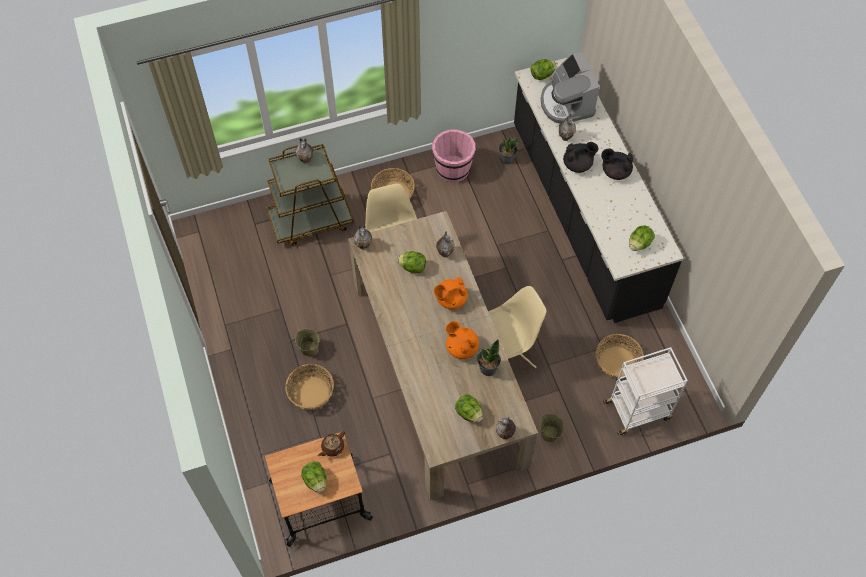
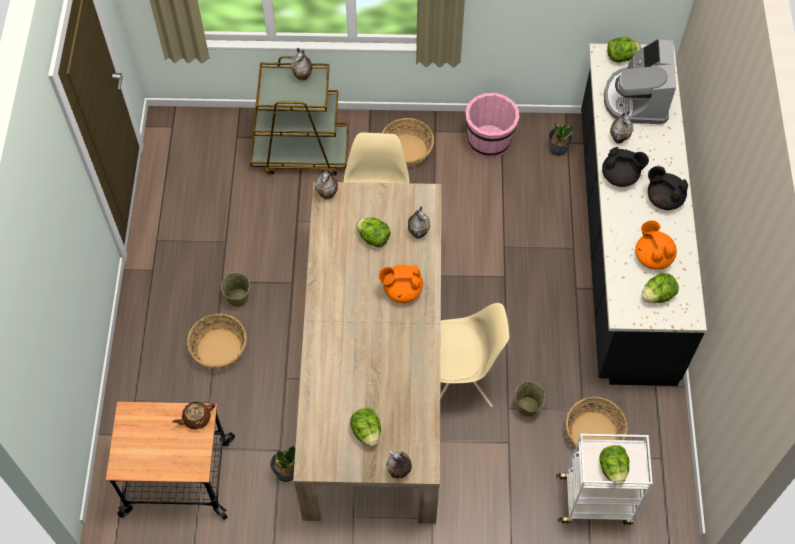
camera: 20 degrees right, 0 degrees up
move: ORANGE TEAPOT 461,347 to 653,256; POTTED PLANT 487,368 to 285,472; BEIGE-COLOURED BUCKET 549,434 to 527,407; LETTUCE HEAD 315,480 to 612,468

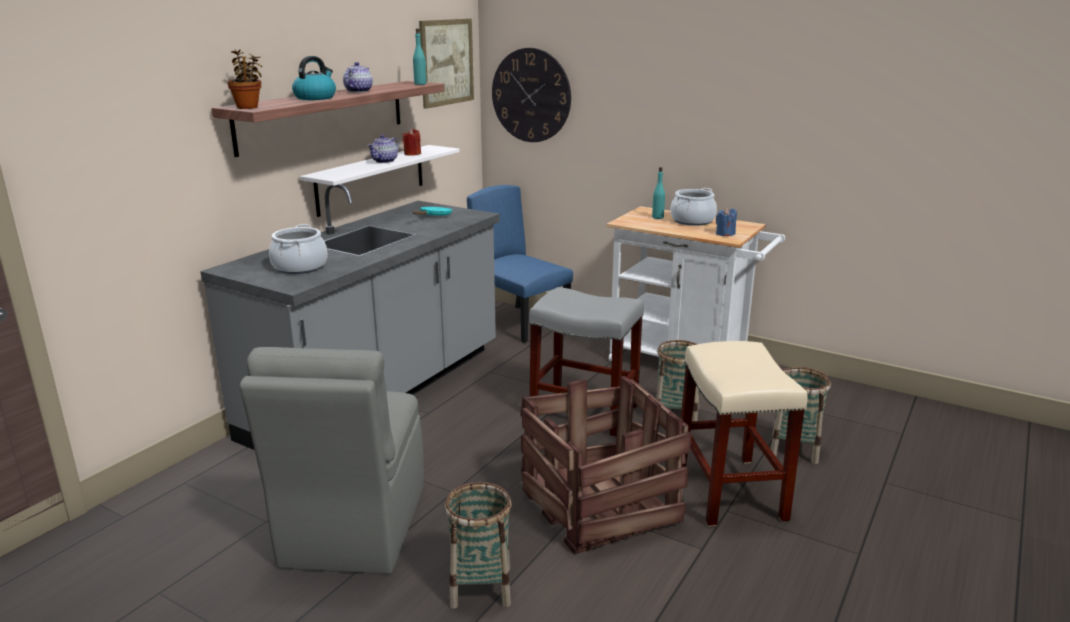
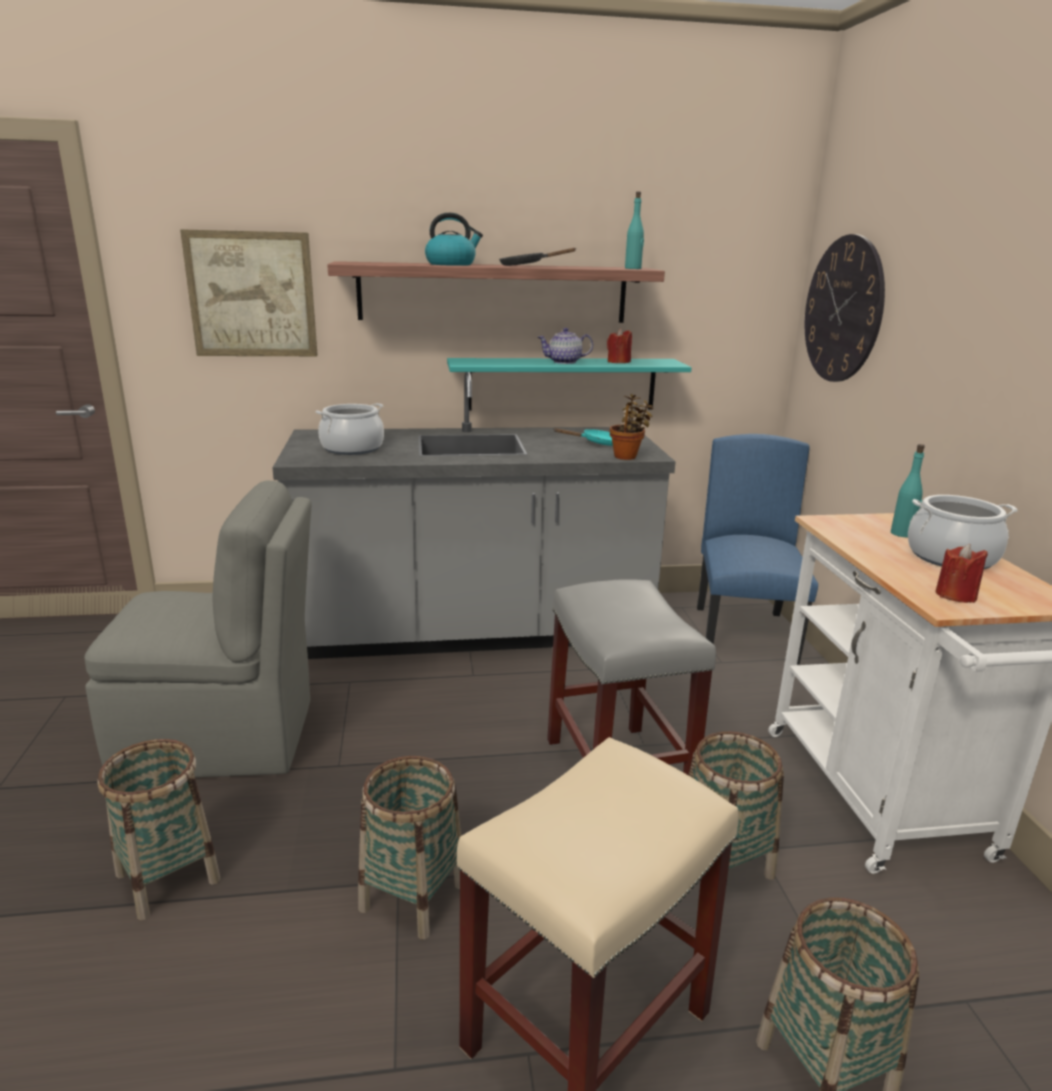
camera: 50 degrees right, 0 degrees up
move: PICTURE 446,62 to 252,295; POTTED PLANT 248,107 to 627,456
replace: TEAPOT 358,91 to BLACK-COLOURED PAN 526,266; PACKING CRATE 600,505 to STORAGE BASKET 413,897
recolor: WHITE-COLOURED BRACKET SHELF 371,179 to TURQUOISE-COLOURED BRACKET SHELF 562,384; BLUISH WAX LIGHT 725,234 to REDDISH WAX LIGHT 955,595
rotate: GREY CHAIR 353,528 = 223,738 150 degrees counterclockwise

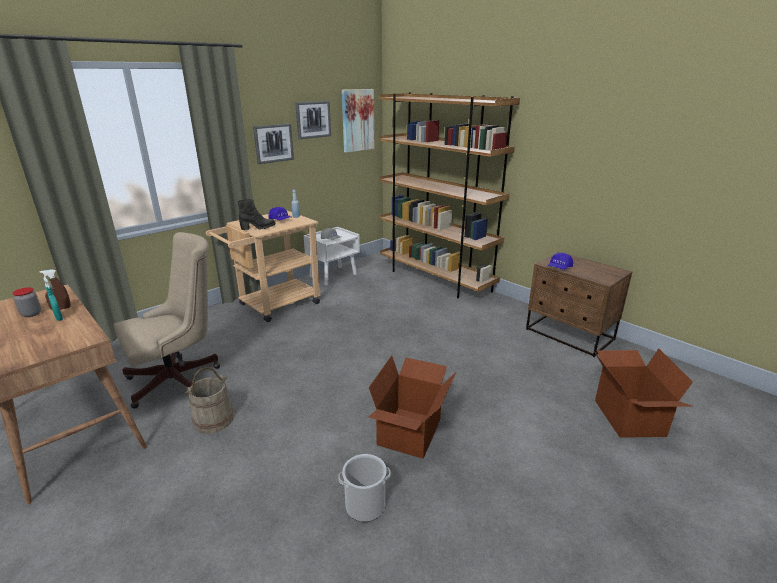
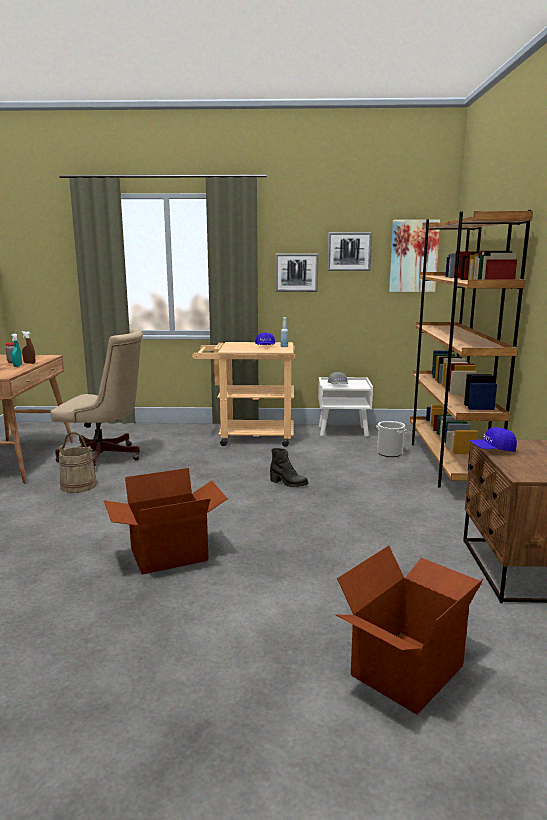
camera: 45 degrees right, 10 degrees down
move: BLACK-COLOURED BOOT 258,228 to 288,483; BUCKET 365,505 to 389,453

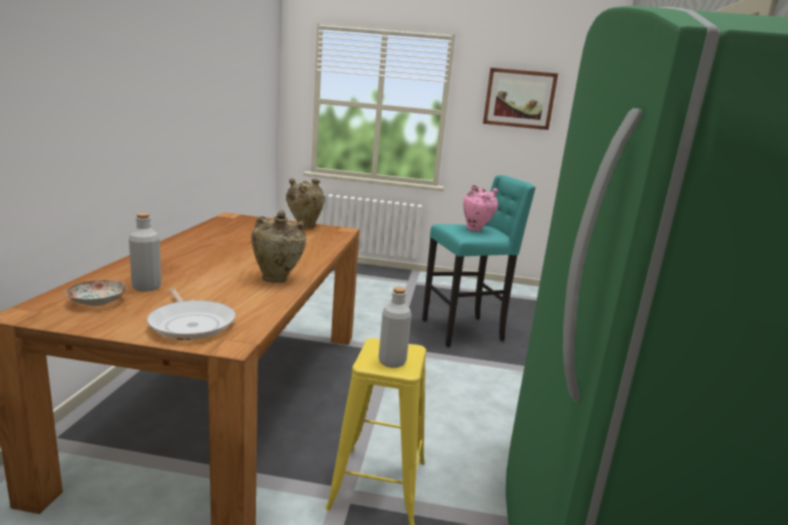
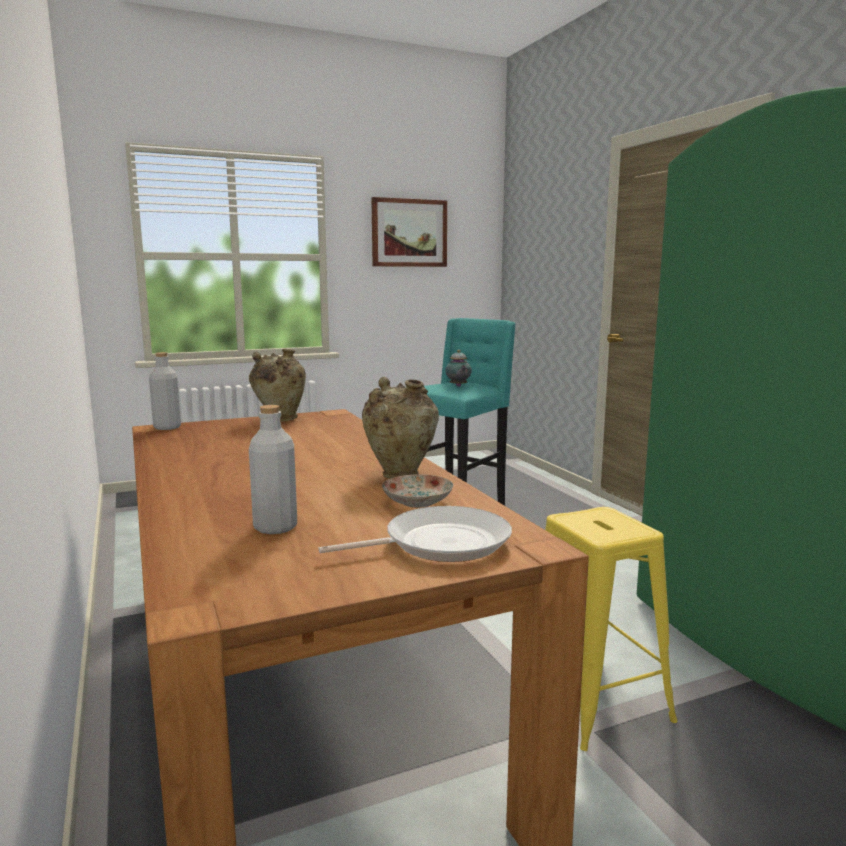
camera: 30 degrees left, 5 degrees down
move: DINNER PLATE 98,301 to 417,502; GREY DRINK BOTTLE 392,362 to 167,427
replace: PINKISH VASE 476,230 to TEAPOT 458,386
rotate: PAN 191,323 = 440,543 45 degrees counterclockwise

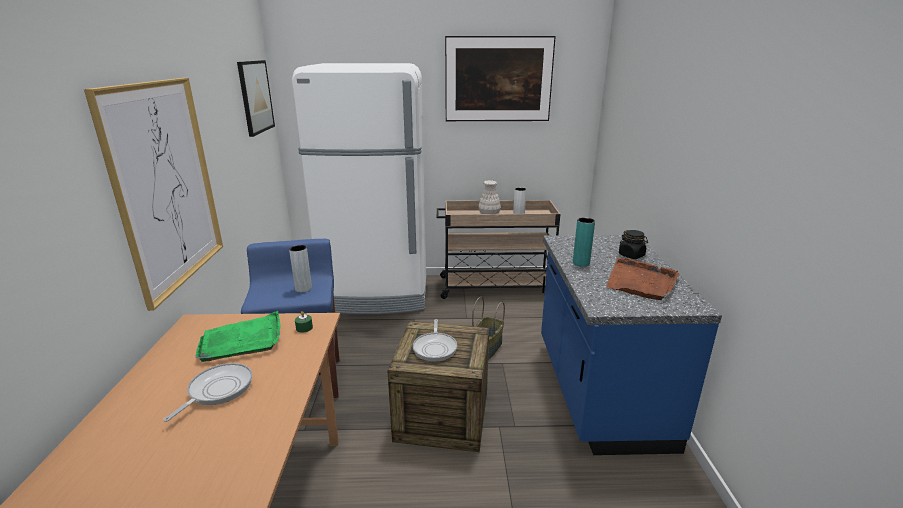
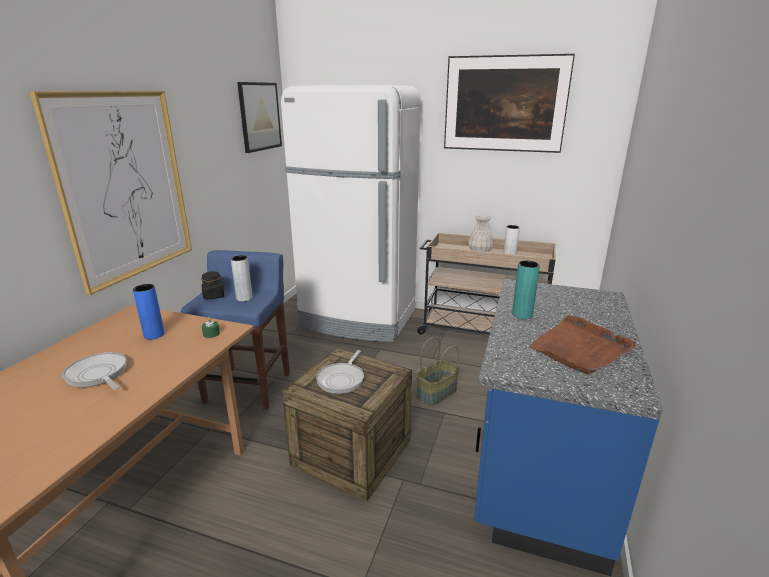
camera: 20 degrees right, 0 degrees up
move: BLACK-COLOURED STORAGE JAR 631,255 to 214,296
replace: GREEN CARRYING TRAY 242,340 to BLUISH VASE 154,335
rotate: PAN 217,390 = 98,375 90 degrees counterclockwise

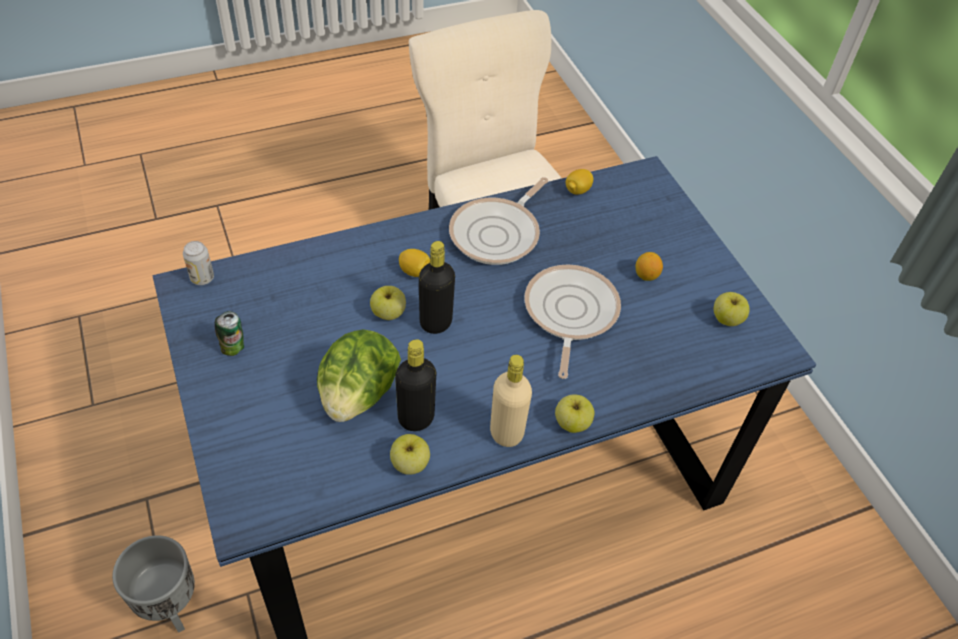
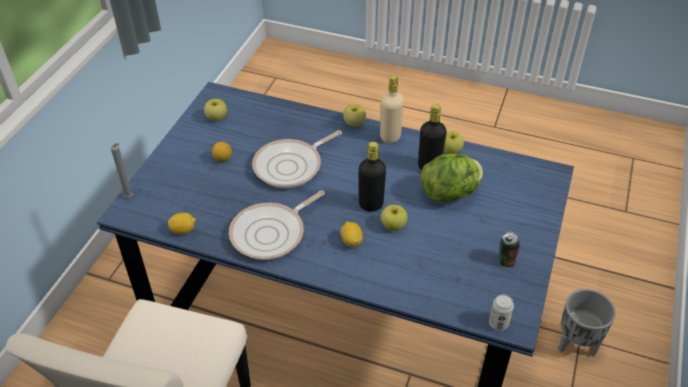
camera: 135 degrees left, 5 degrees down
insert: GREY WAX LIGHT 130,198
rotate: PAN 498,233 = 271,233 150 degrees clockwise

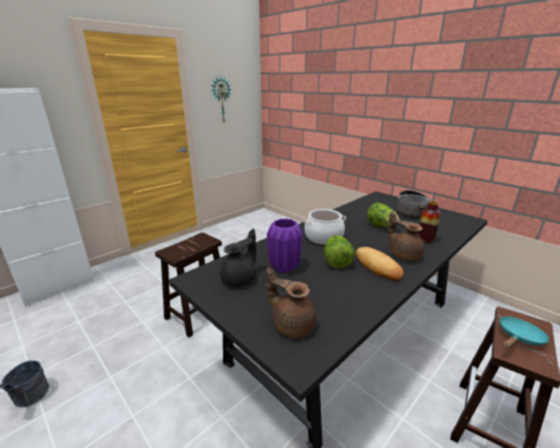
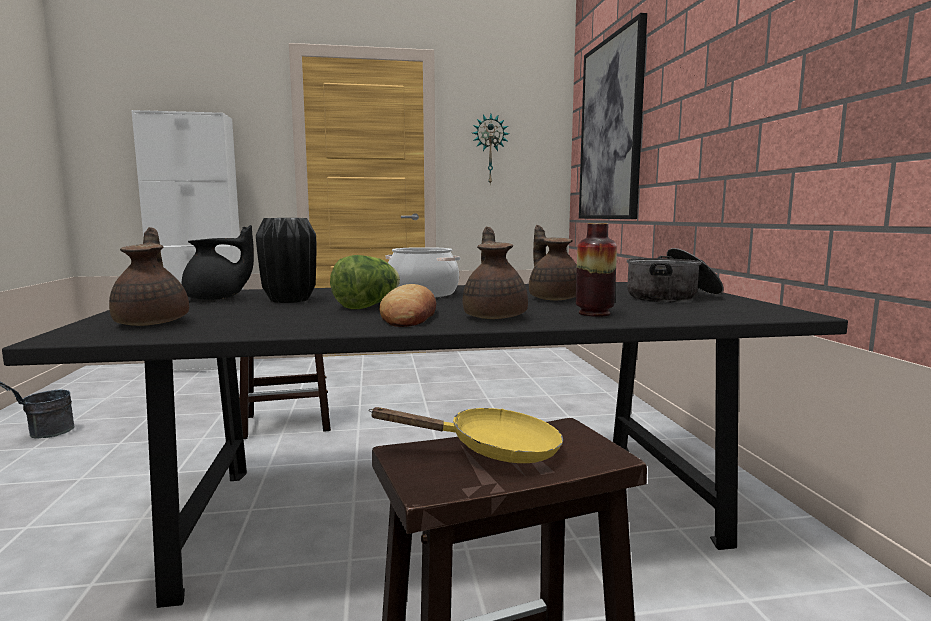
camera: 35 degrees right, 15 degrees down
insert: PICTURE 611,130
replace: LETTUCE HEAD 381,226 to BROWNISH TEAPOT 554,298
recolor: PURPLE-COLOURED VASE 284,267 to BLACK-COLOURED VASE 290,300; TURQUOISE-COLOURED PAN 518,338 to YELLOW-COLOURED PAN 493,450

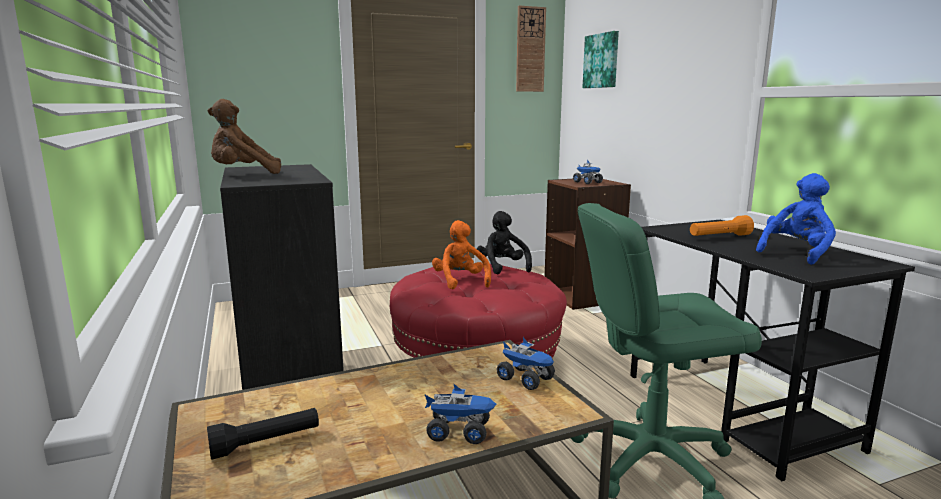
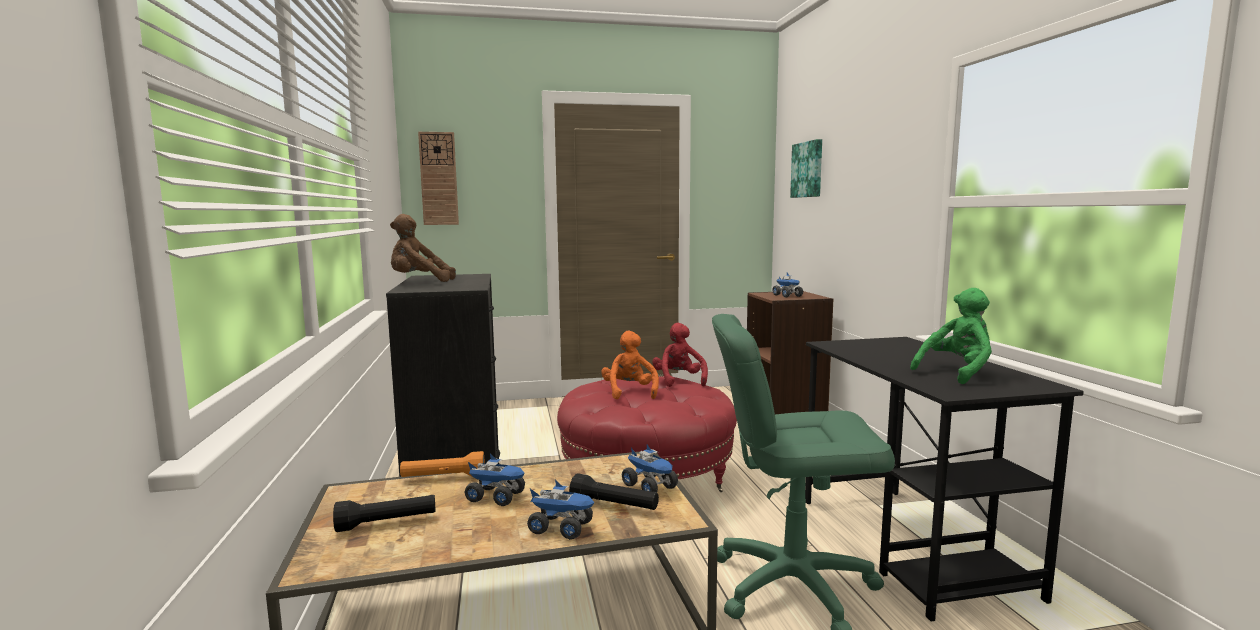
camera: 10 degrees right, 5 degrees down
insert: MODEL TRUCK 497,497; BLACK-COLOURED FLASHLIGHT 614,506
move: WALL CLOCK 530,49 to 439,179; ORANGE FLASHLIGHT 719,237 to 443,477
recolor: BLUISH CUDDLY TOY 796,253 to GREEN CUDDLY TOY 957,372; BLACK-COLOURED CUDDLY TOY 502,267 to REDDISH CUDDLY TOY 679,380

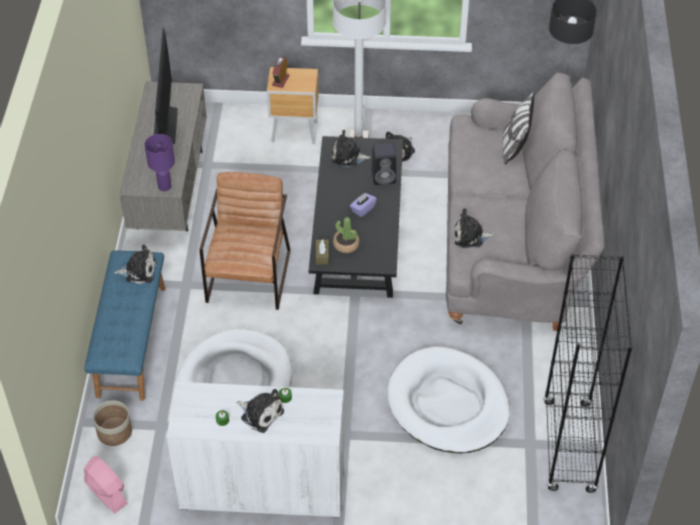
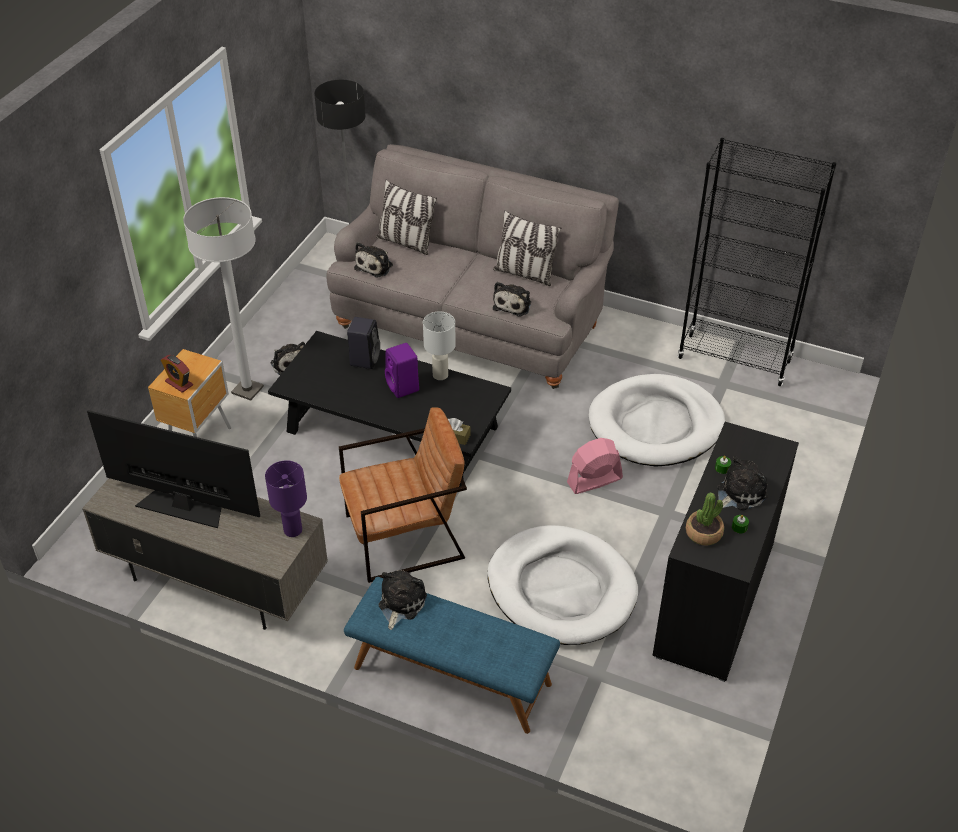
camera: 70 degrees left, 5 degrees down
delete: PLANT POT 115,432
insert: PILLOW 525,274; WHITE-COLOURED LAMP FOR A TABLE 440,375
move: CUDDLY TOY 348,157 to 375,266; POTTED PLANT 346,245 to 703,533; PINKISH COOLING FAN 106,493 to 594,480
replace: PURPLE-COLOURED TISSUE BOX 363,209 to PURPLE-COLOURED AUDIO SPEAKER 403,387
recolor: WHITE-COLOURED CABINET 262,486 to BLACK-COLOURED CABINET 714,598
rotate: BROWNISH LOUNGE CHAIR 249,276 = 404,537 135 degrees clockwise

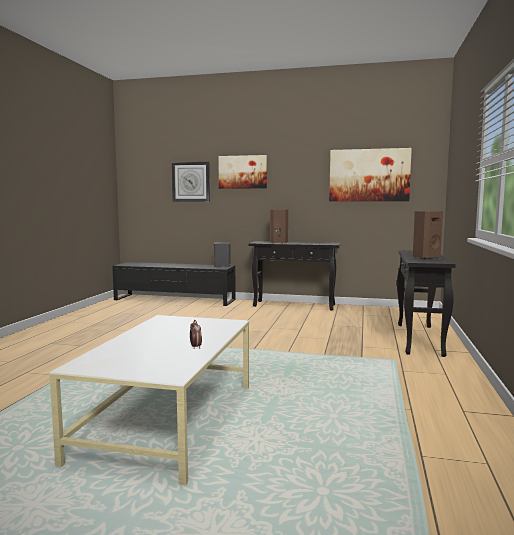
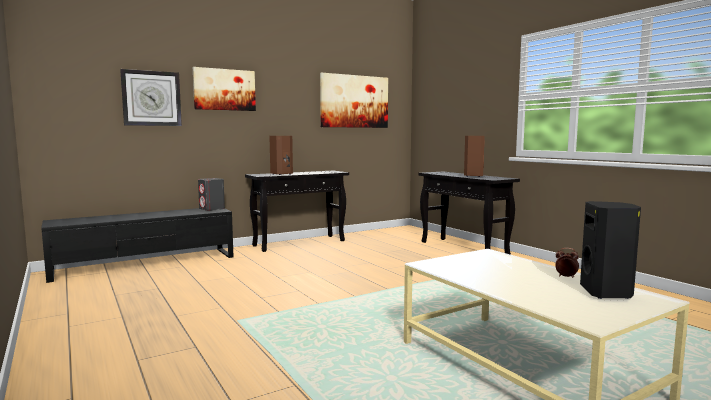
camera: 45 degrees left, 0 degrees up
insert: BLACK-COLOURED AUDIO SPEAKER 607,293

